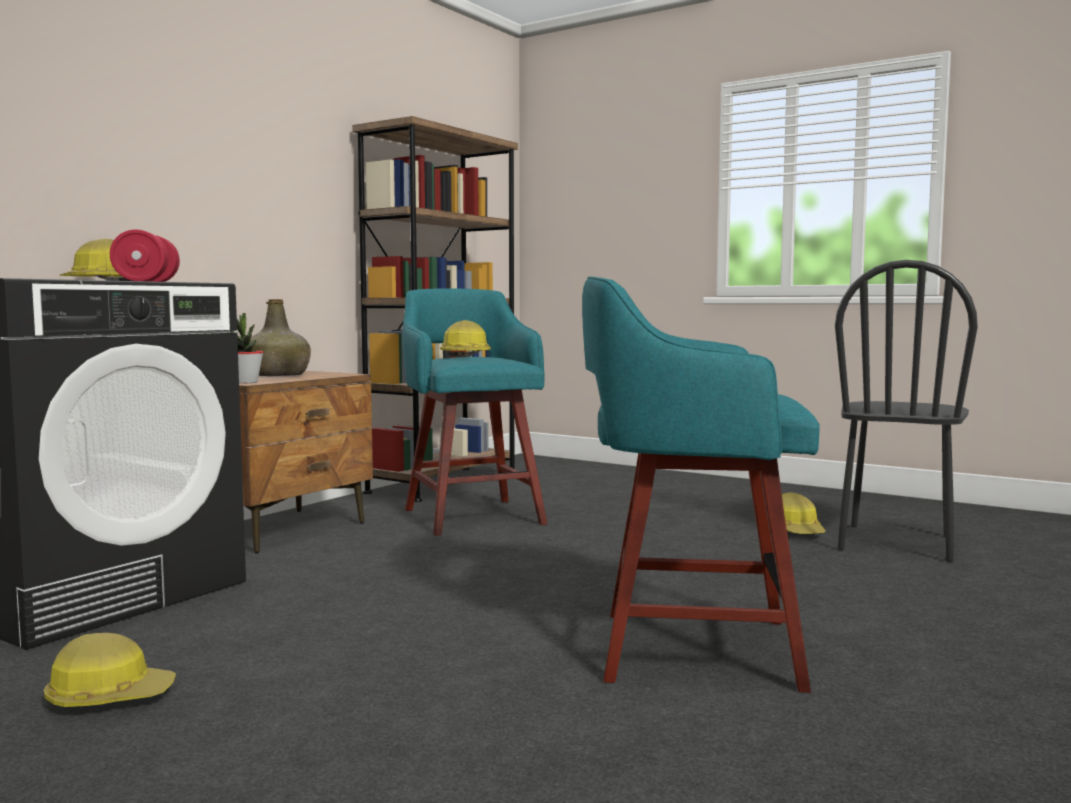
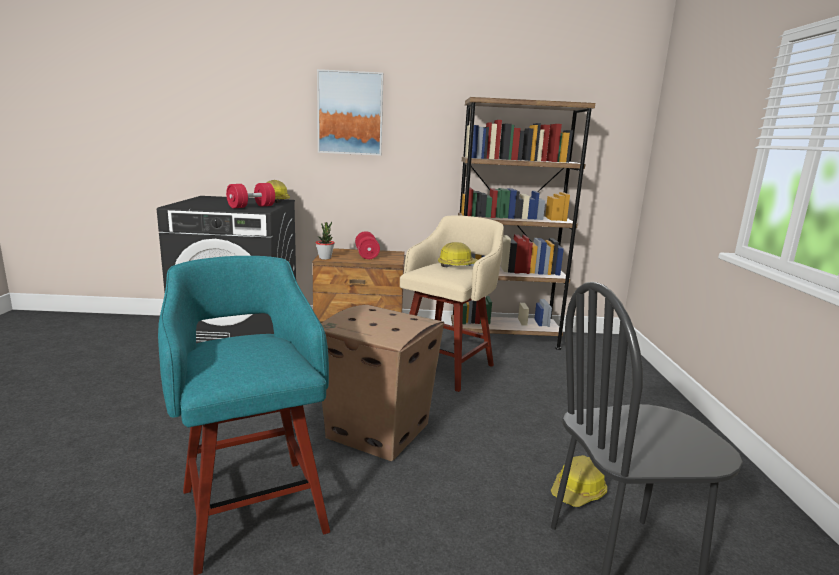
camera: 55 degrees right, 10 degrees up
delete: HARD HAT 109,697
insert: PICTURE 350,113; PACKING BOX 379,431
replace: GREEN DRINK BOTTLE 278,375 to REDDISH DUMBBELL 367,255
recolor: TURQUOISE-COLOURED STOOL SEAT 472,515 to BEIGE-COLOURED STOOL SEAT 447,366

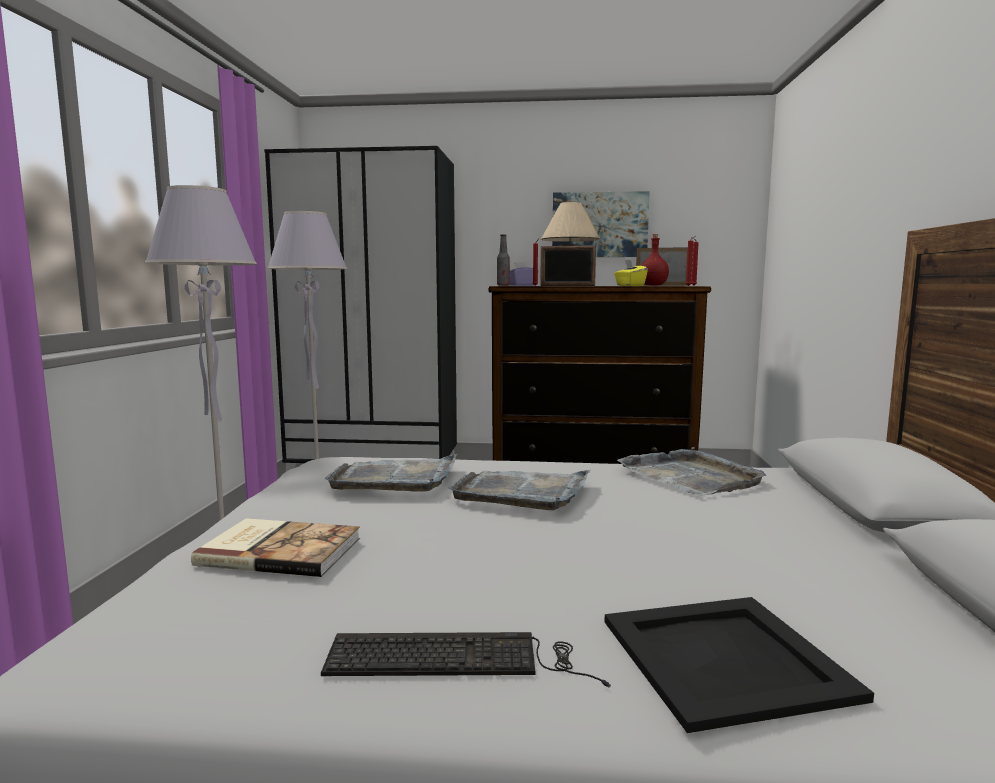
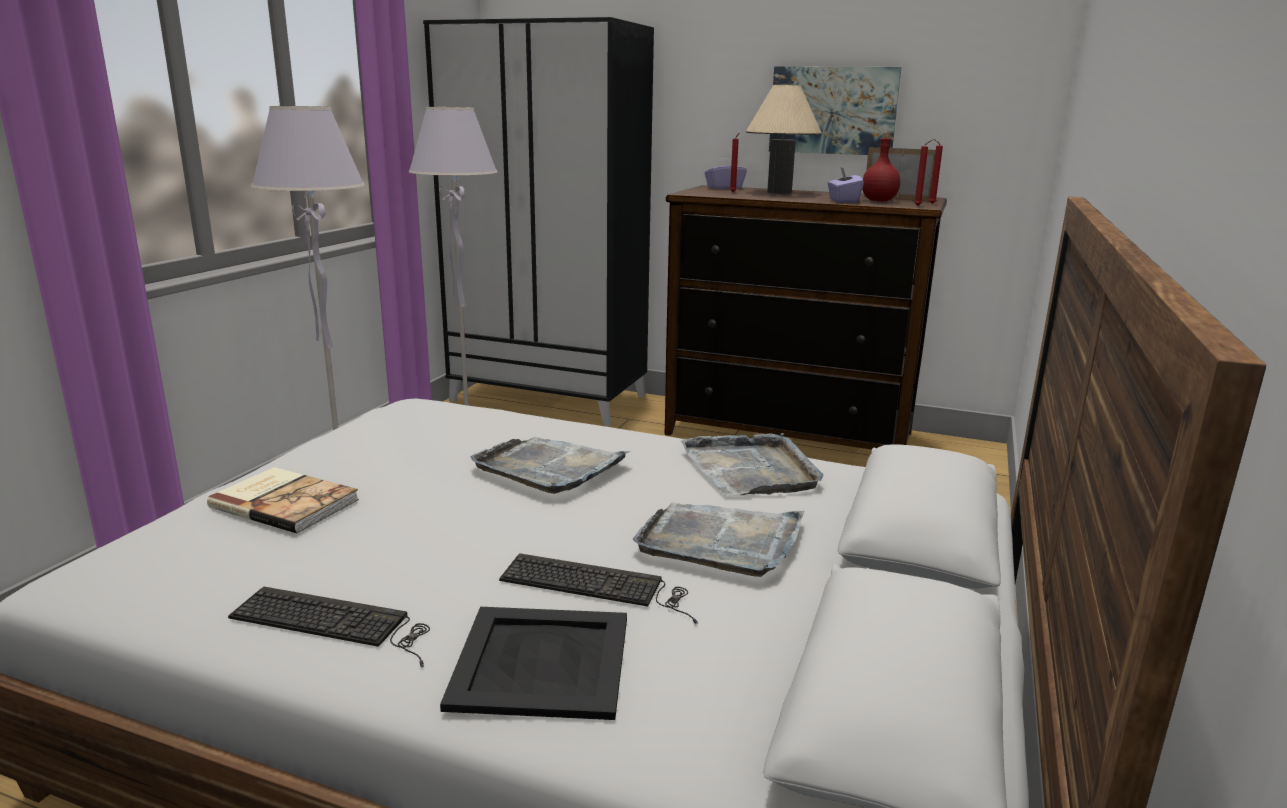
camera: 15 degrees right, 10 degrees up
delete: DRINK BOTTLE 503,285; PHOTO FRAME 567,285
insert: COMPUTER KEYBOARD 599,586
move: GREY CARRYING TRAY 395,478 to 721,541
recolor: YELLOW-COLOURED TISSUE BOX 629,285 to PURPLE-COLOURED TISSUE BOX 843,201

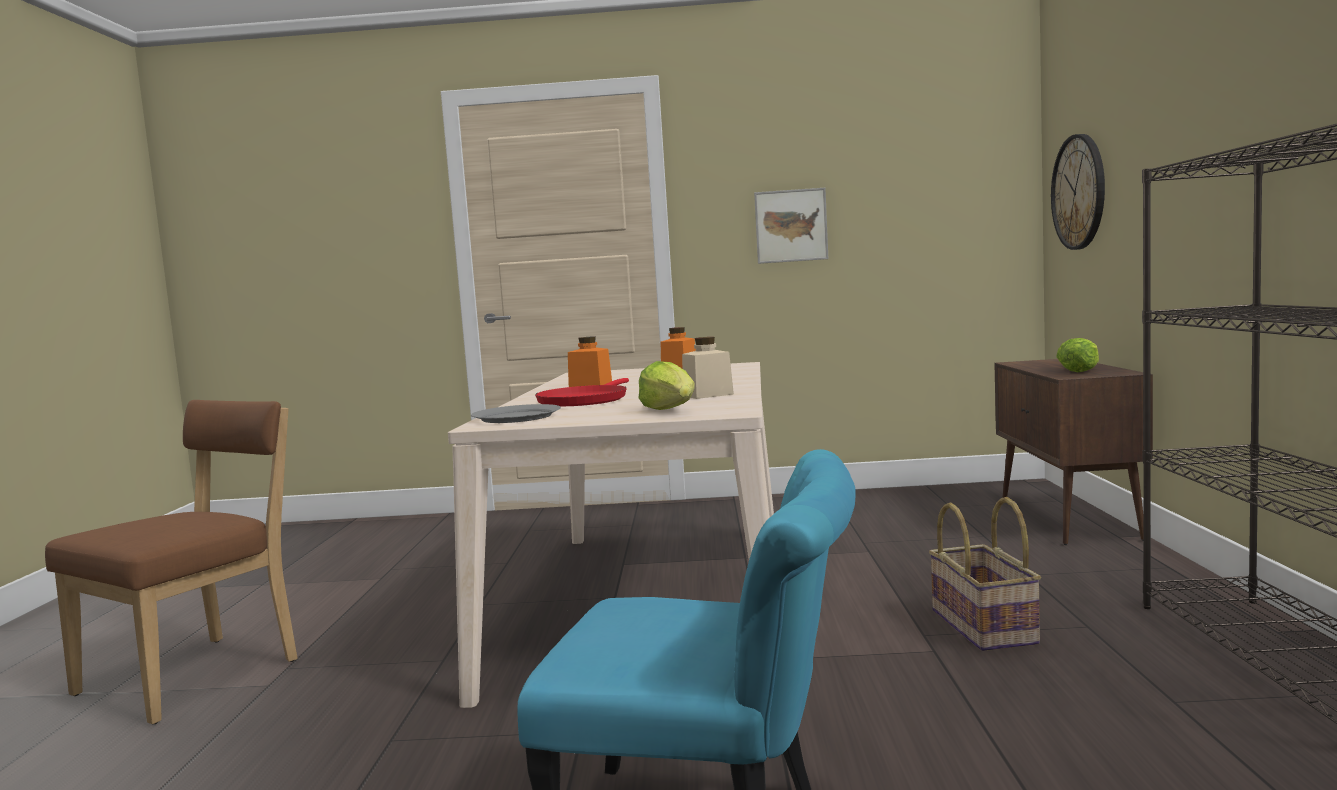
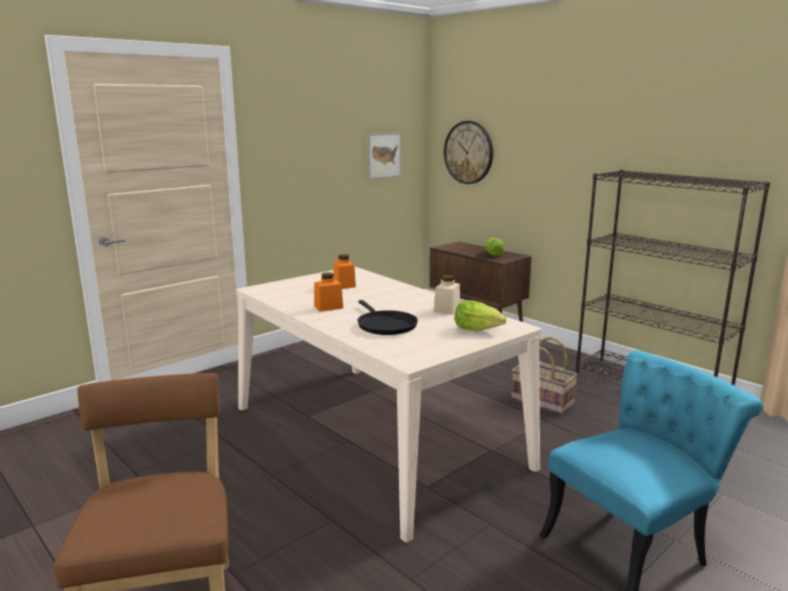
camera: 45 degrees left, 10 degrees up
delete: GREY DINNER PLATE 516,417
move: PICTURE 791,226 to 384,155
recolor: REDDISH PAN 584,401 to BLACK-COLOURED PAN 385,325

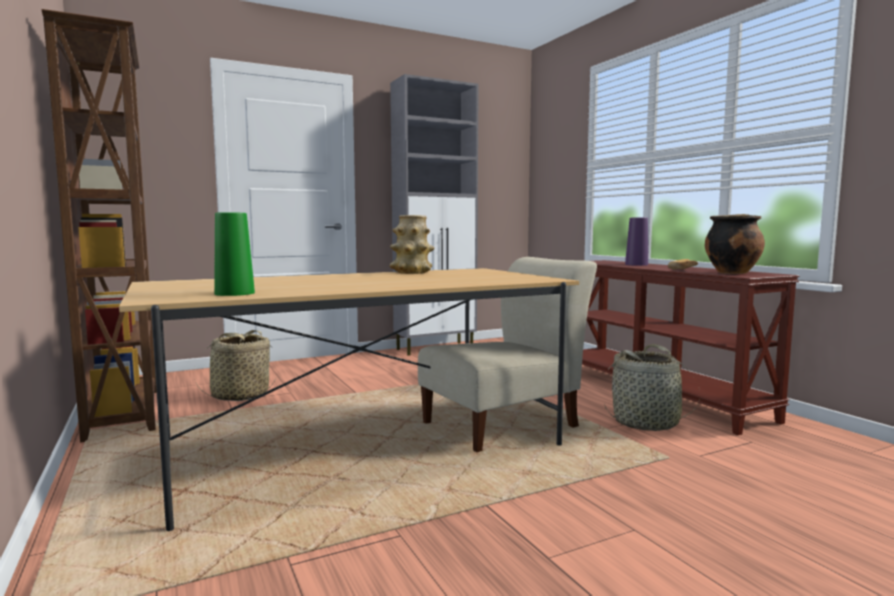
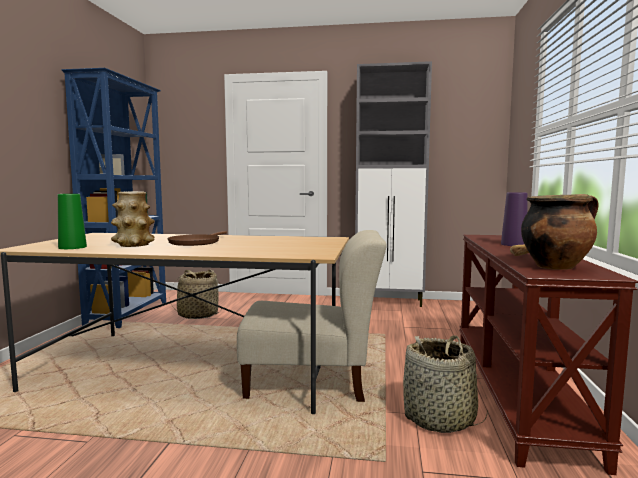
camera: 35 degrees right, 0 degrees up
insert: BROWNISH PAN 196,242
move: VASE 412,272 to 133,245
recolor: BROWNISH BOOKCASE 125,413 to BLUISH BOOKCASE 129,313

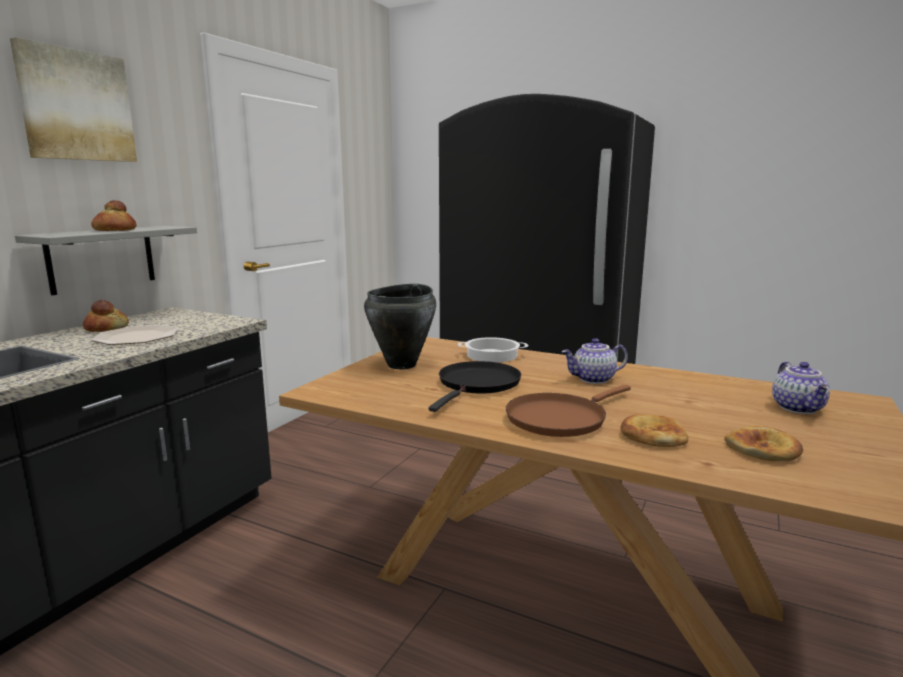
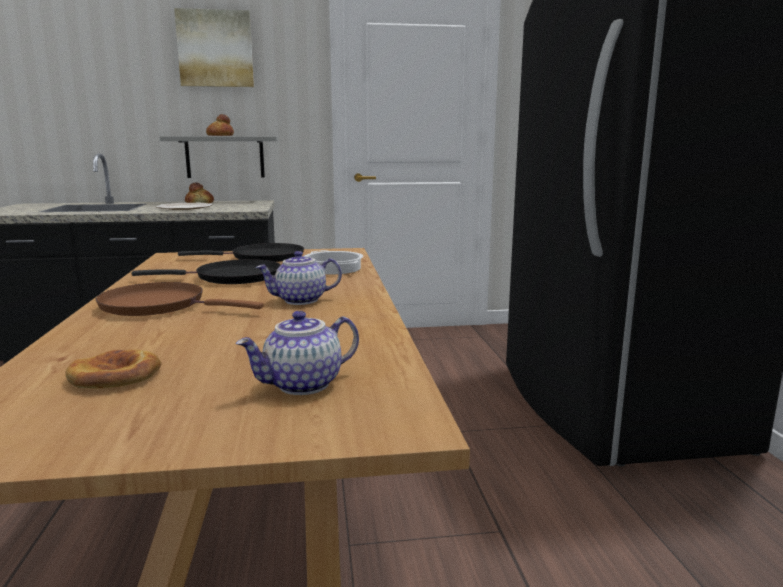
camera: 55 degrees right, 0 degrees up
delete: BAKERY BREAD 652,436
replace: BLACK-COLOURED STOCKPOT 402,365 to BLACK-COLOURED PAN 263,257
rotate: TEAPOT 593,379 = 300,301 60 degrees counterclockwise

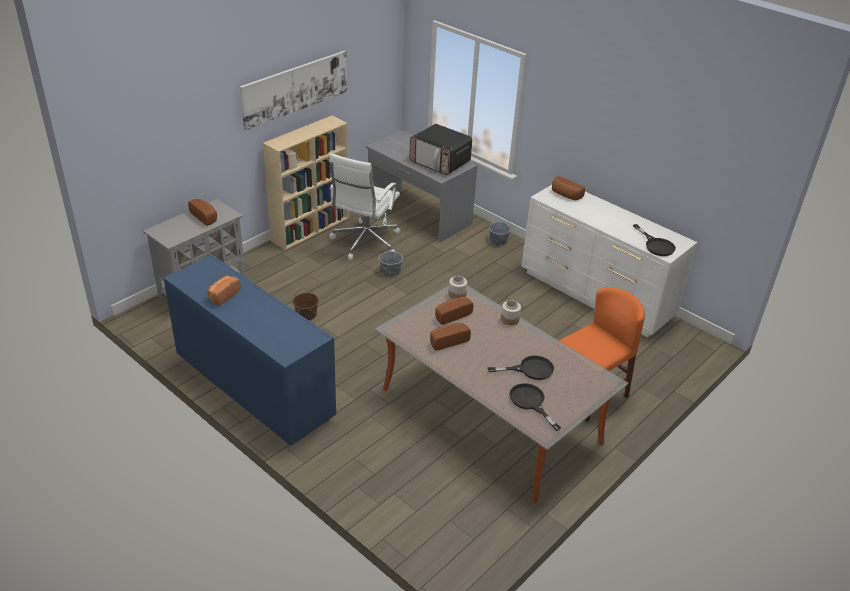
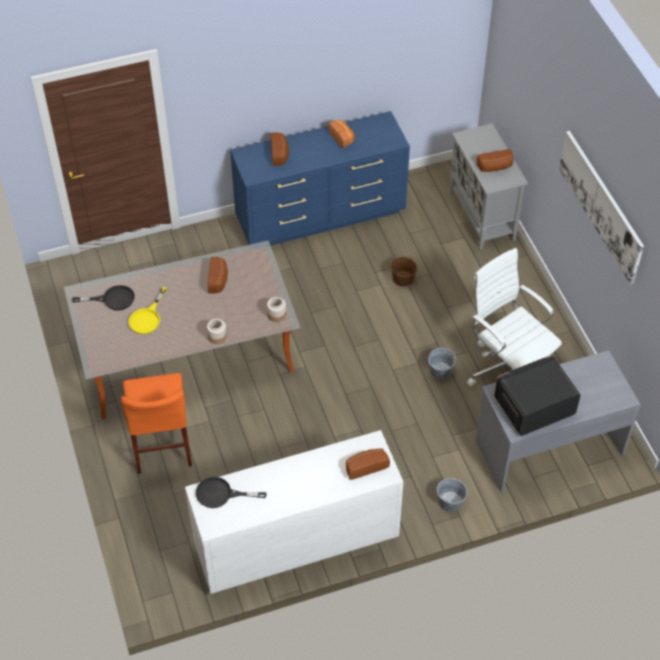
camera: 120 degrees right, 15 degrees up
delete: BEIGE-COLOURED BOOKCASE 311,229
move: BAKERY BREAD 451,315 to 280,154
recolor: BLACK-COLOURED PAN 529,369 to YELLOW-COLOURED PAN 147,318

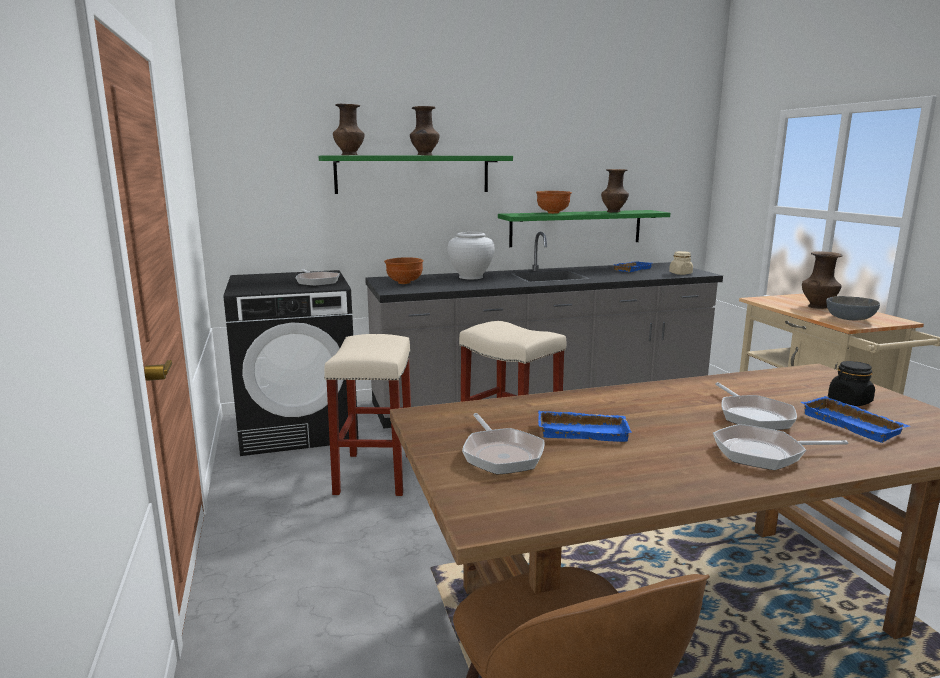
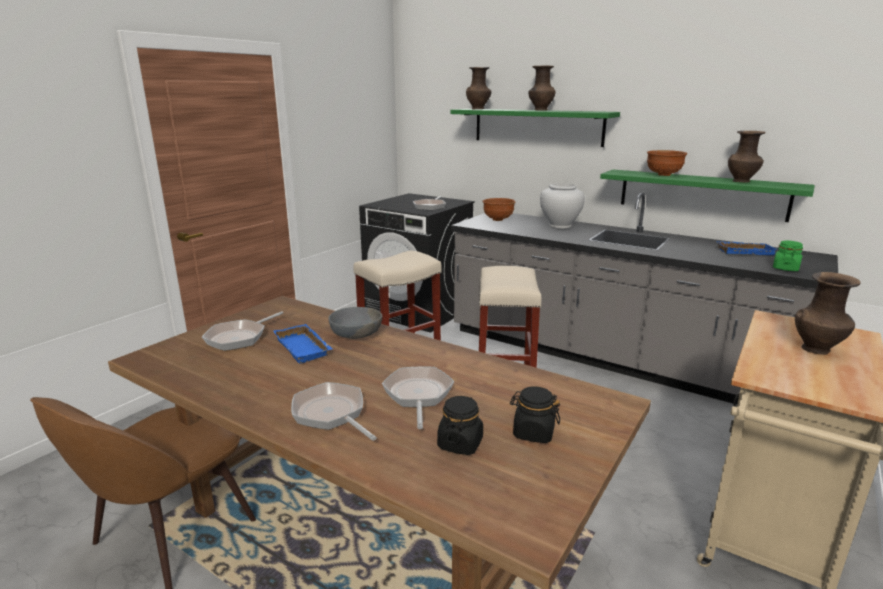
camera: 50 degrees right, 5 degrees up
move: GREY DEEP DISH 849,319 to 356,334
replace: BLUISH CARRYING TRAY 854,424 to BLACK-COLOURED STORAGE JAR 460,443
recolor: BEIGE-COLOURED STORAGE JAR 680,273 to GREEN STORAGE JAR 785,268
rotate: PAN 753,416 = 418,395 135 degrees clockwise

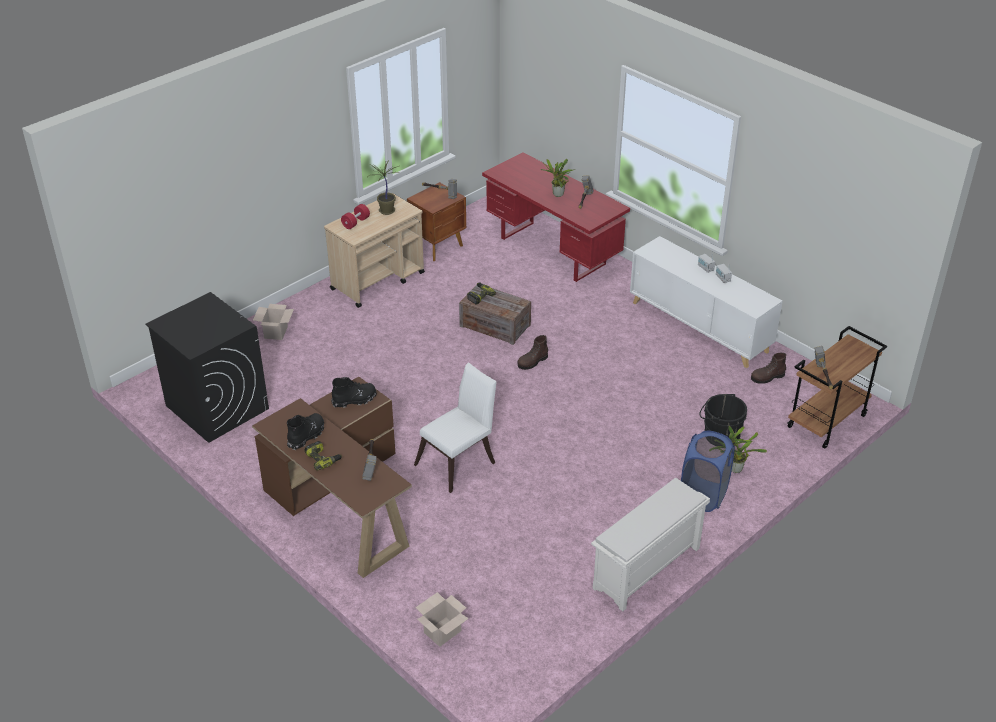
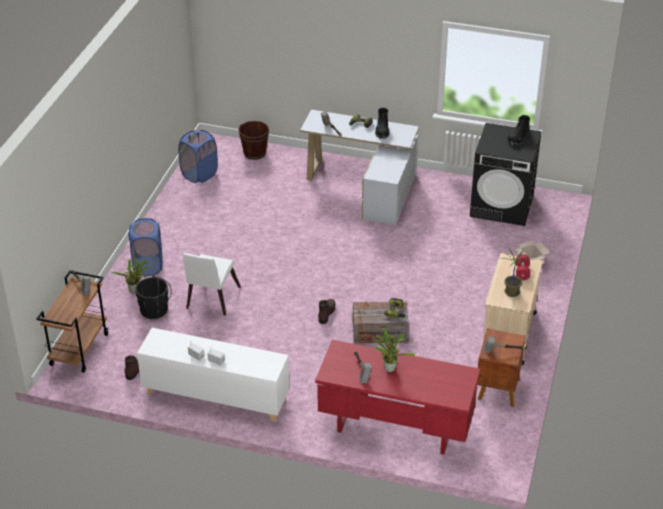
camera: 150 degrees right, 0 degrees up
delete: WHITE-COLOURED SHOE SHELF 646,569
insert: BLUISH HAMPER 199,174
move: WHITE-COLOURED CHAIR 459,462 to 211,300; BLACK-COLOURED BOOT 354,400 to 517,138
replace: PACKING BOX 442,631 to BROWNISH BUCKET 254,153
recolor: BROWNISH DESK UNIT 341,502 to WHITE-COLOURED DESK UNIT 366,186

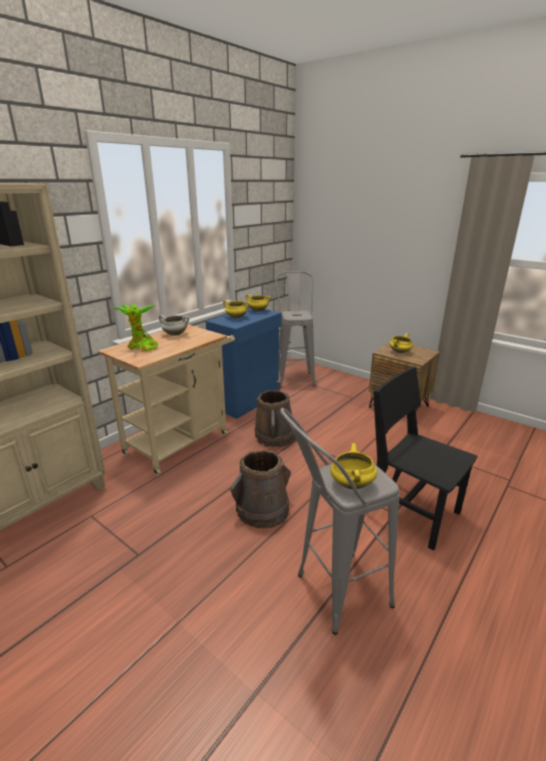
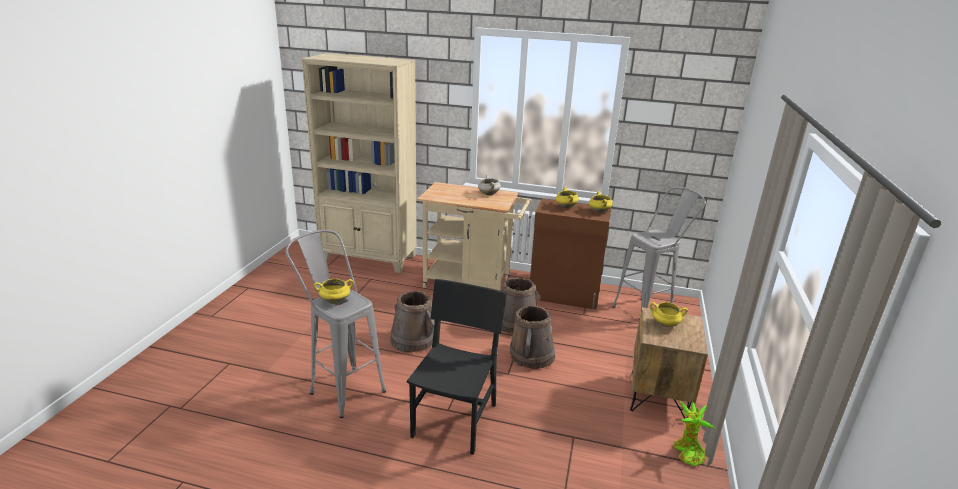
camera: 65 degrees right, 0 degrees up
insert: BROWNISH BUCKET 531,356
move: POTTED PLANT 141,347 to 687,452
recolor: BLUISH CABINET 247,401 to BROWNISH CABINET 564,296

